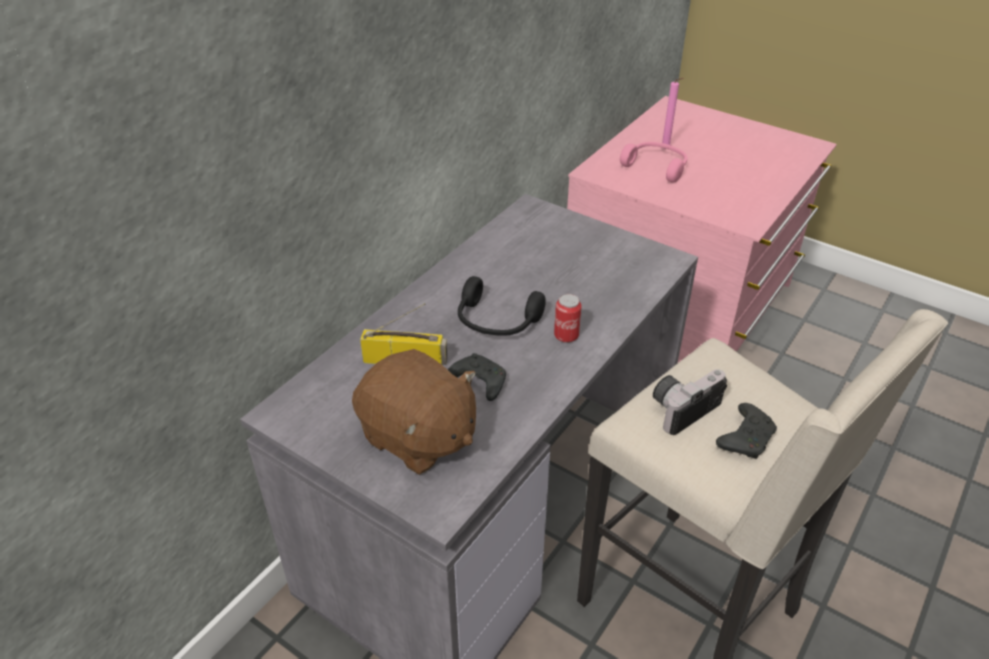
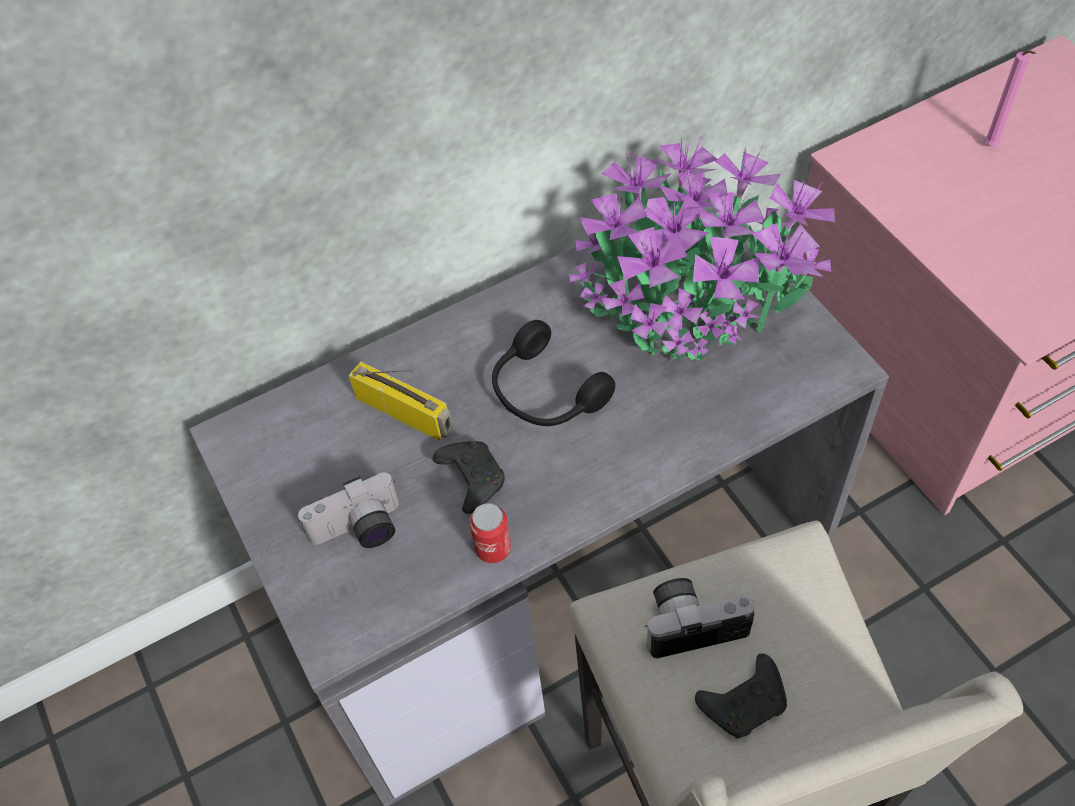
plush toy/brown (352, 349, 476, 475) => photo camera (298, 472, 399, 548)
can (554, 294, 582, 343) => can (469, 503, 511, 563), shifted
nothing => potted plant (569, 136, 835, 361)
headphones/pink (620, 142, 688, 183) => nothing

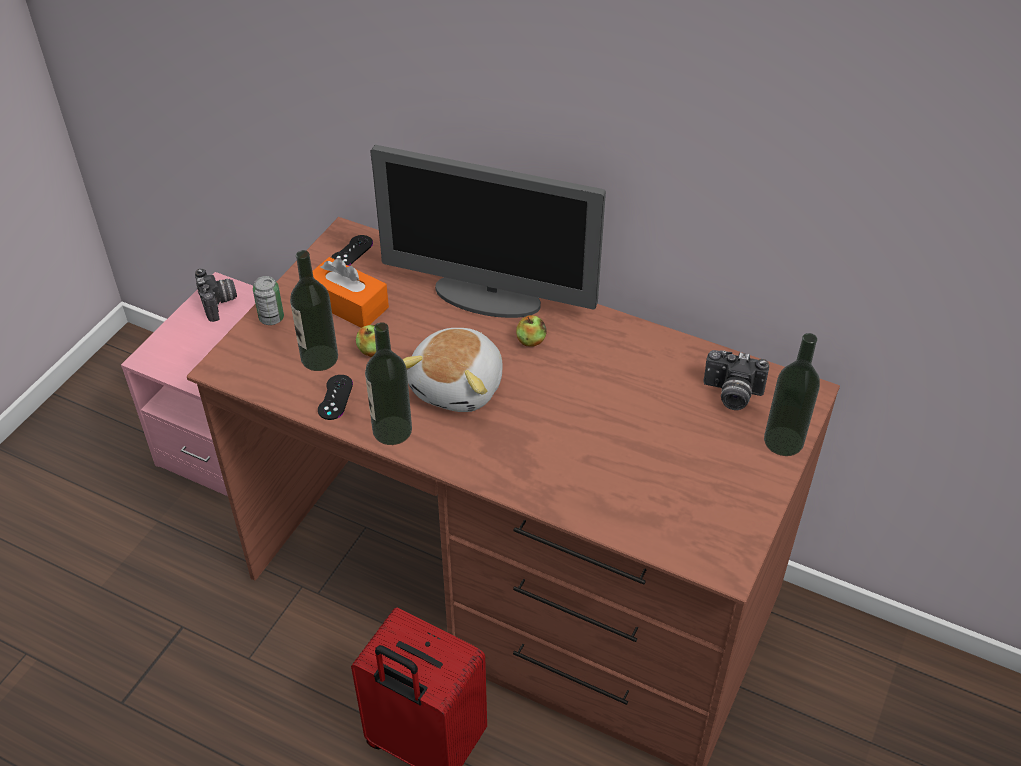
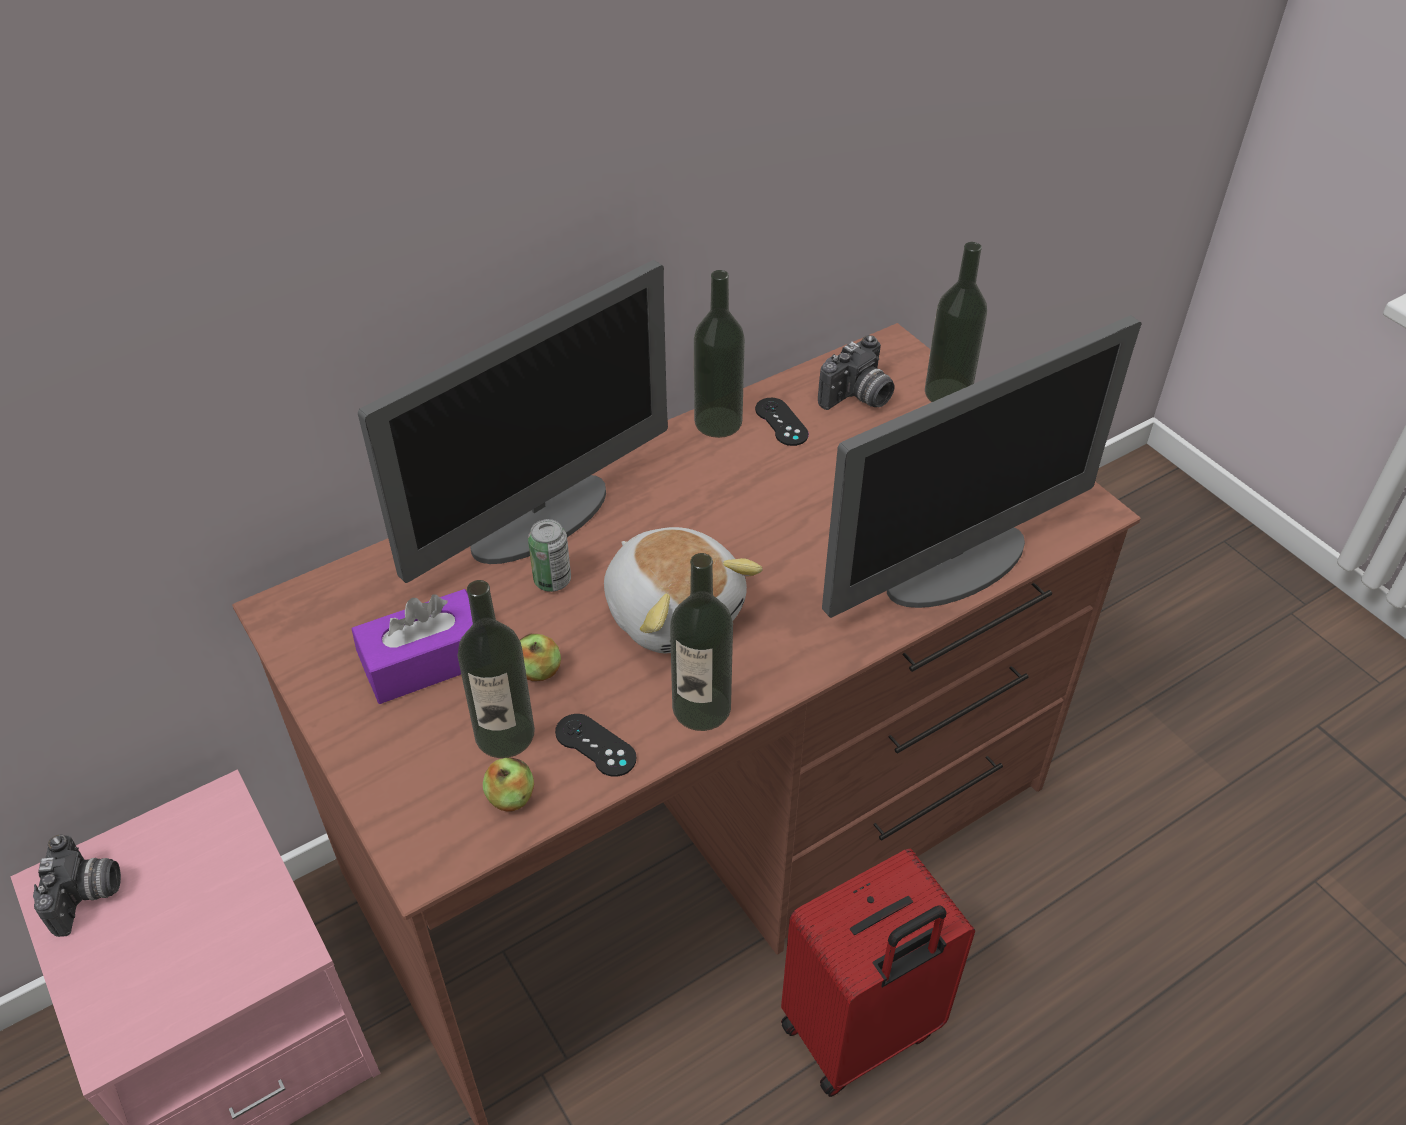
photo camera (195, 269, 237, 322) => photo camera (33, 835, 121, 937), 75 degrees clockwise
tissue box/orange (312, 257, 389, 328) => tissue box/purple (352, 589, 473, 704)
apple (516, 315, 546, 347) => apple (483, 758, 534, 812), shifted
can (253, 276, 284, 325) => can (528, 519, 571, 592), shifted
nothing => bottle (694, 270, 745, 438)
game controller/black (331, 235, 373, 266) => game controller/black (755, 398, 809, 446), shifted
nothing => monitor (822, 315, 1141, 618)

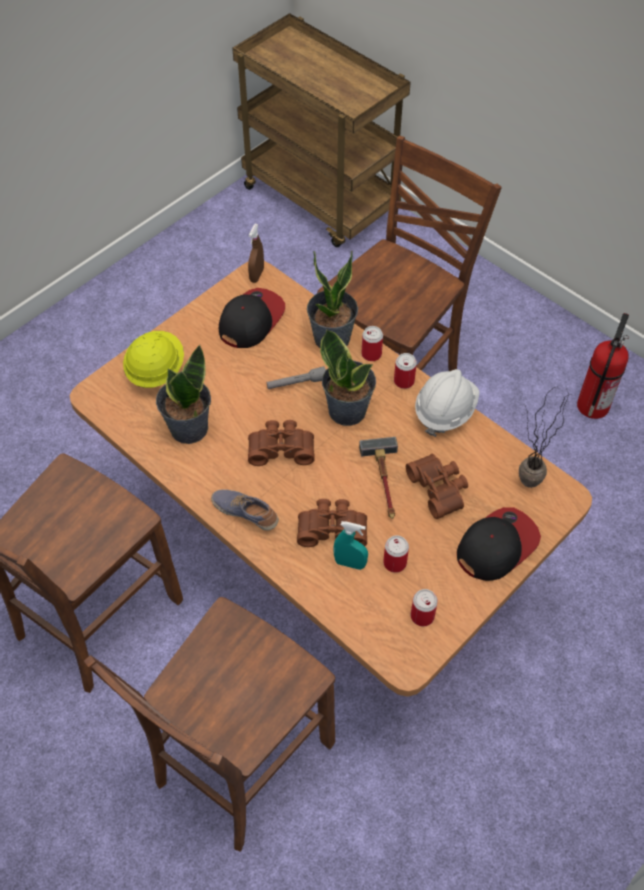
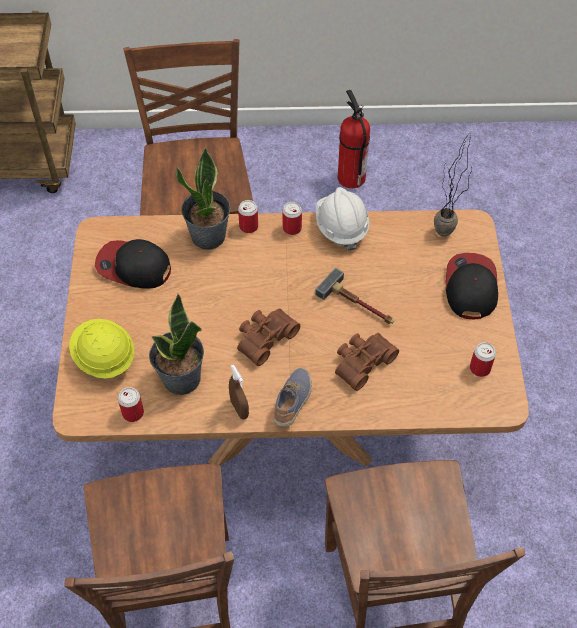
cap (219, 288, 285, 348) => cap (95, 239, 171, 288), 60 degrees counterclockwise
can (383, 535, 409, 573) => can (118, 387, 144, 422), shifted
spray bottle/brown (248, 224, 264, 283) => spray bottle/brown (229, 365, 249, 419), shifted
shoe (211, 489, 279, 531) => shoe (274, 368, 312, 427), 120 degrees clockwise
flashlight/grey (266, 366, 326, 389) => nothing
potted plant (320, 329, 376, 426) => nothing
spray bottle/turquoise (333, 521, 368, 570) => nothing
binoculars/brown (406, 454, 468, 519) => nothing

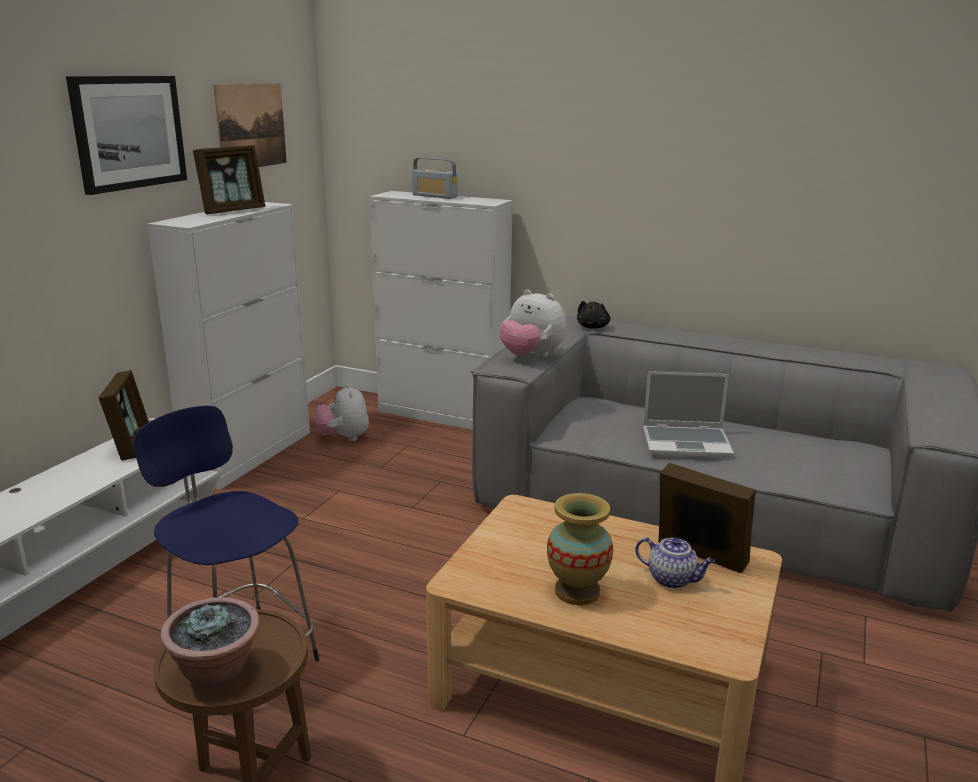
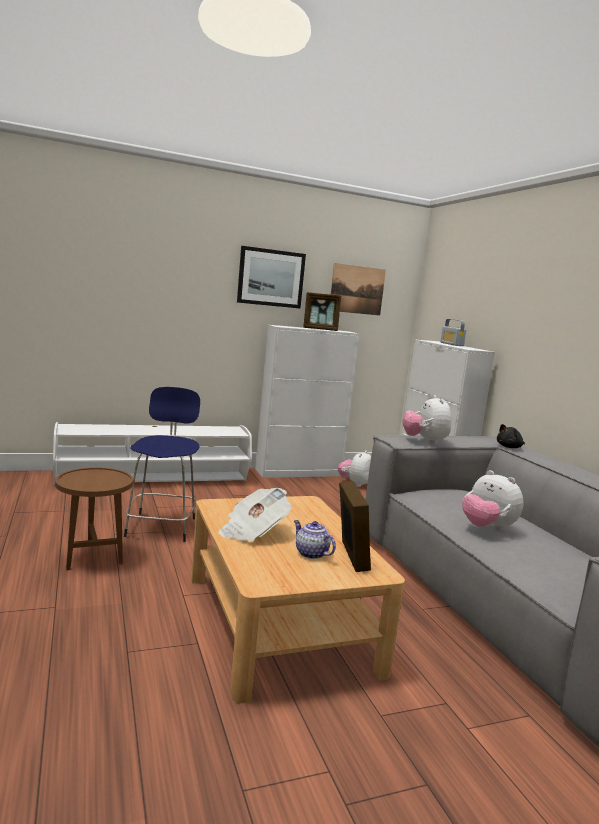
vase (547, 493, 613, 605) => newspaper (218, 488, 291, 542)
teapot (635, 537, 715, 589) => teapot (294, 520, 336, 559), 150 degrees clockwise
laptop (643, 371, 734, 458) => plush toy (462, 470, 524, 531)
picture frame (98, 370, 149, 461) => nothing
potted plant (160, 597, 260, 689) => nothing

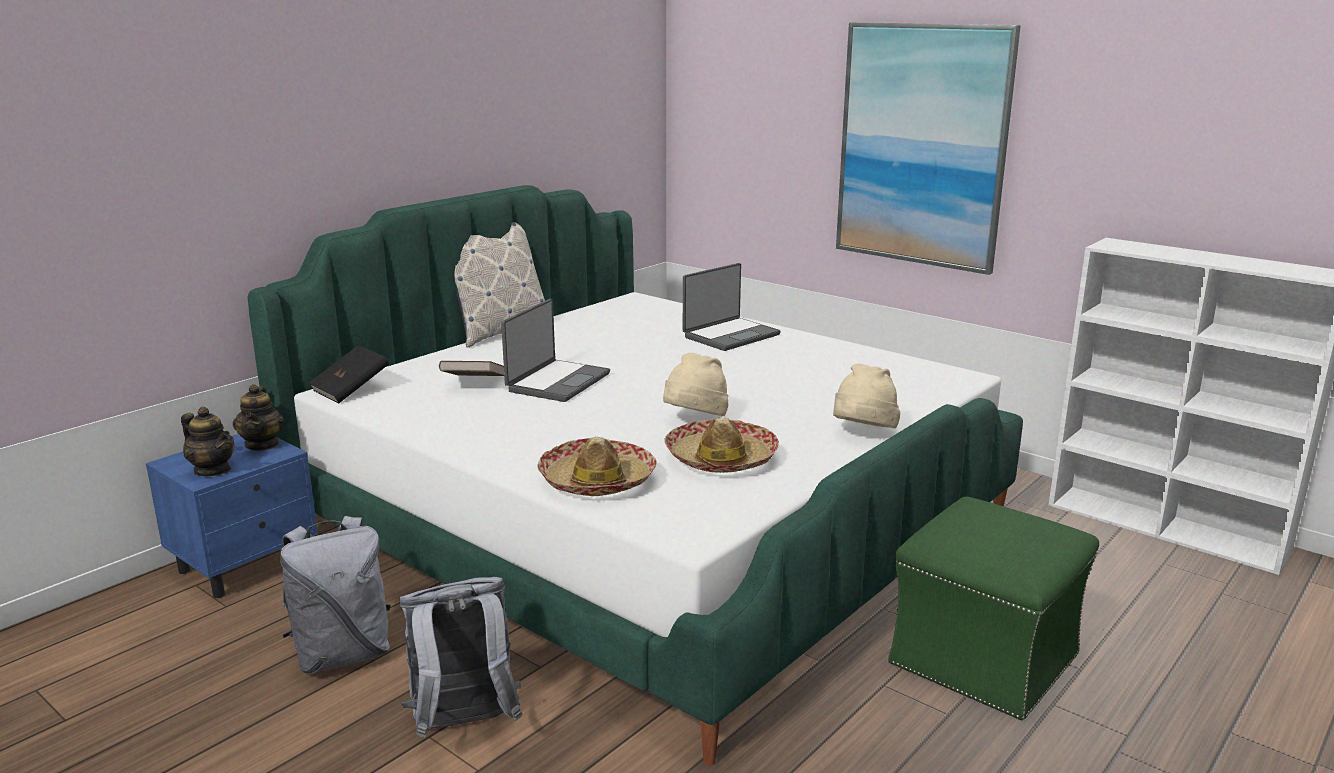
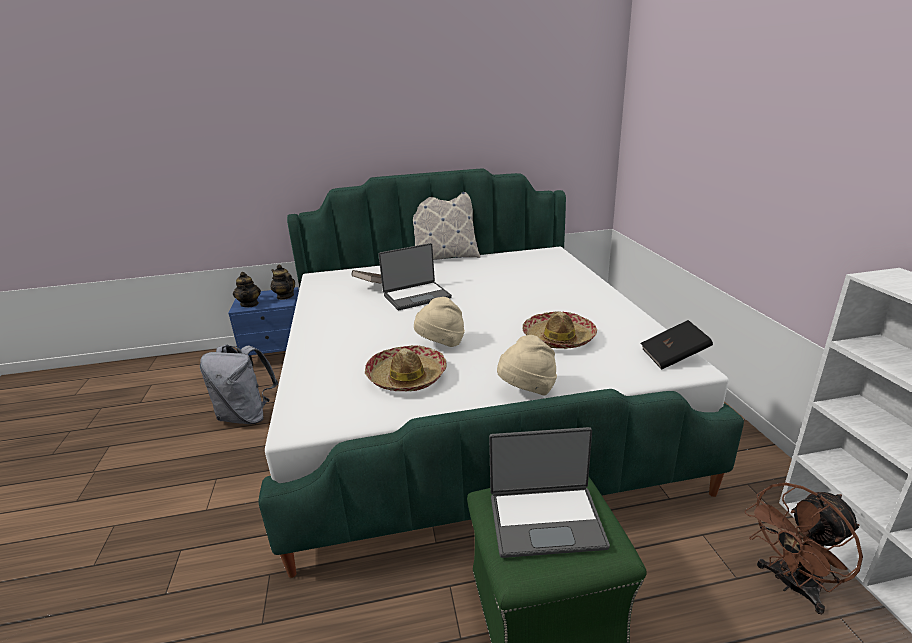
teapot (233, 384, 284, 451) => teapot (270, 265, 295, 300), 105 degrees clockwise
laptop (683, 263, 781, 351) => laptop (489, 427, 610, 558), shifted
hat (537, 437, 657, 496) => hat (522, 311, 597, 349), shifted
book/black (309, 345, 389, 404) => book/black (640, 320, 713, 370), shifted
nothing => fan/brown (745, 483, 863, 614)
backpack/grey (399, 577, 523, 738) => nothing
picture (836, 22, 1021, 275) => nothing

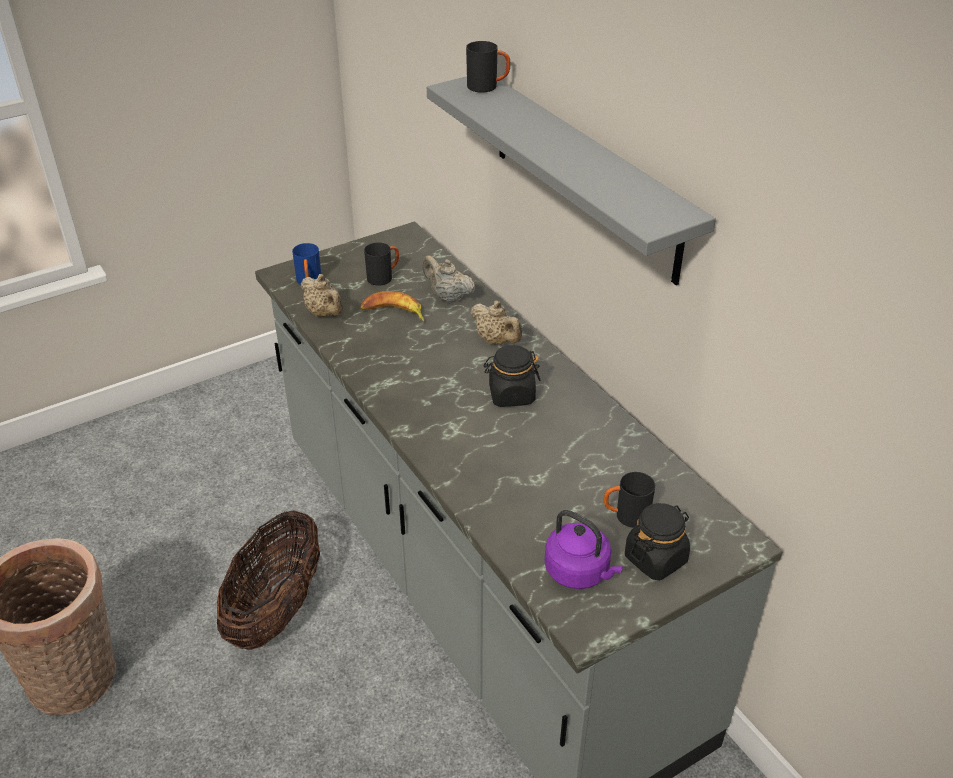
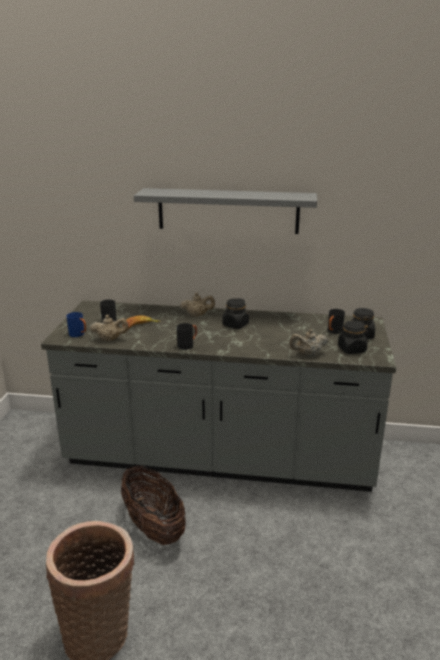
mug/black (466, 41, 510, 93) => mug/black (177, 323, 197, 350), shifted
teapot/beige (422, 255, 475, 303) => teapot/beige (290, 329, 328, 357), shifted
kettle/purple (544, 510, 623, 589) => jar/black (338, 321, 368, 354)

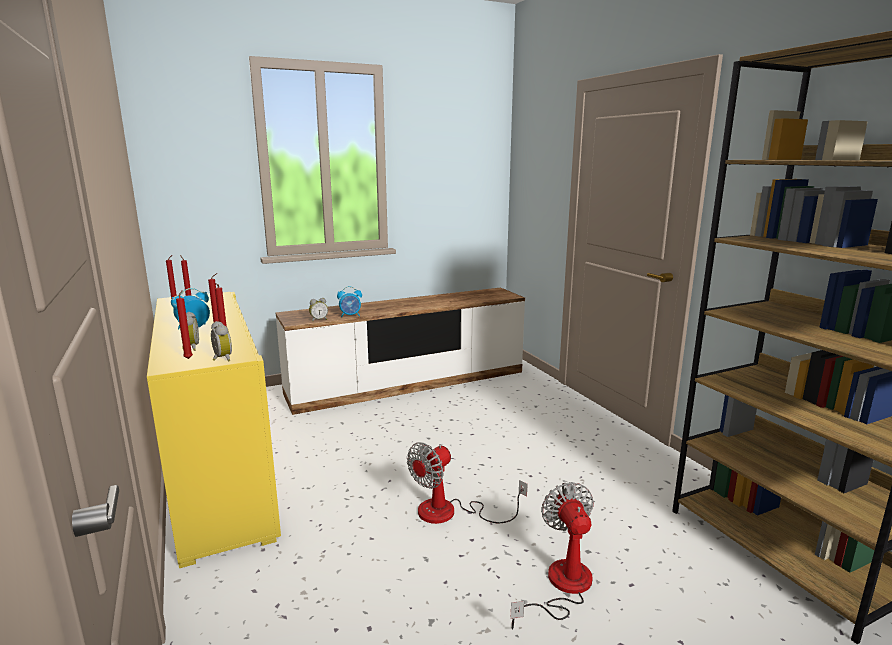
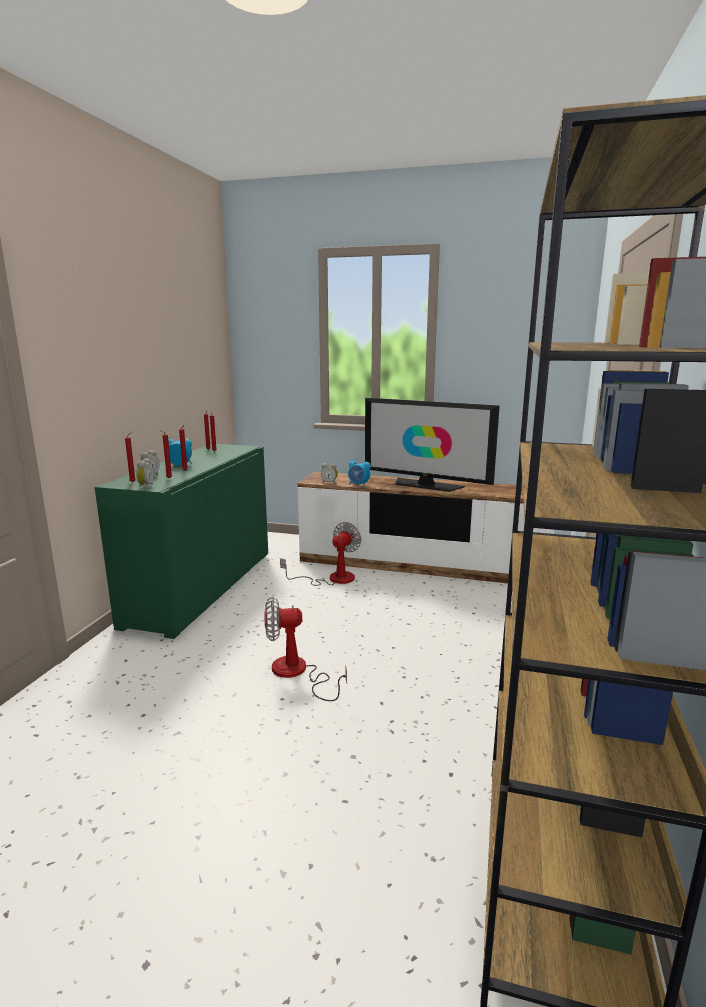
cabinet/yellow (147, 292, 281, 568) => cabinet/green (95, 444, 268, 639)
fan (510, 482, 594, 629) => fan (280, 522, 361, 586), shifted
nothing => television (365, 398, 500, 492)

